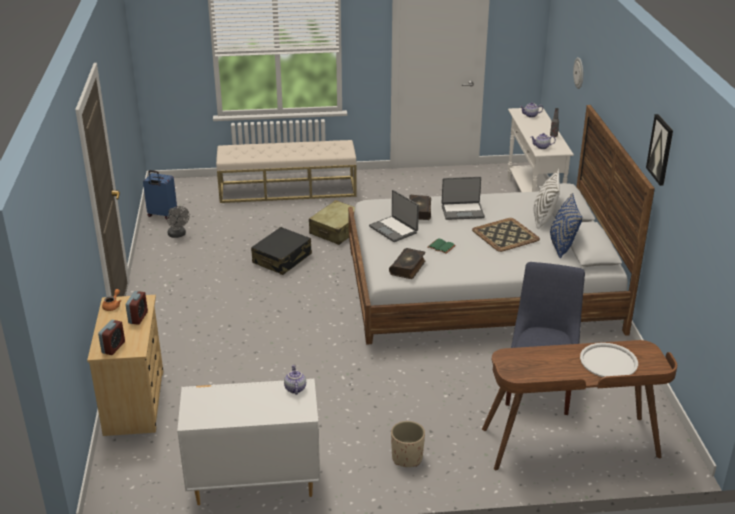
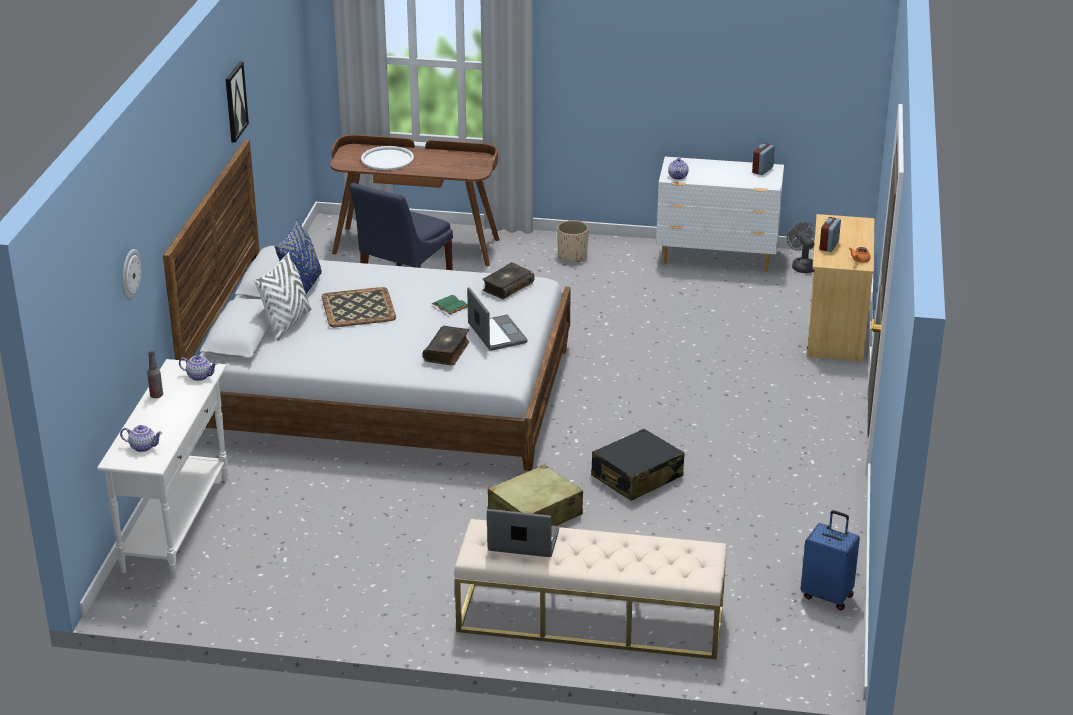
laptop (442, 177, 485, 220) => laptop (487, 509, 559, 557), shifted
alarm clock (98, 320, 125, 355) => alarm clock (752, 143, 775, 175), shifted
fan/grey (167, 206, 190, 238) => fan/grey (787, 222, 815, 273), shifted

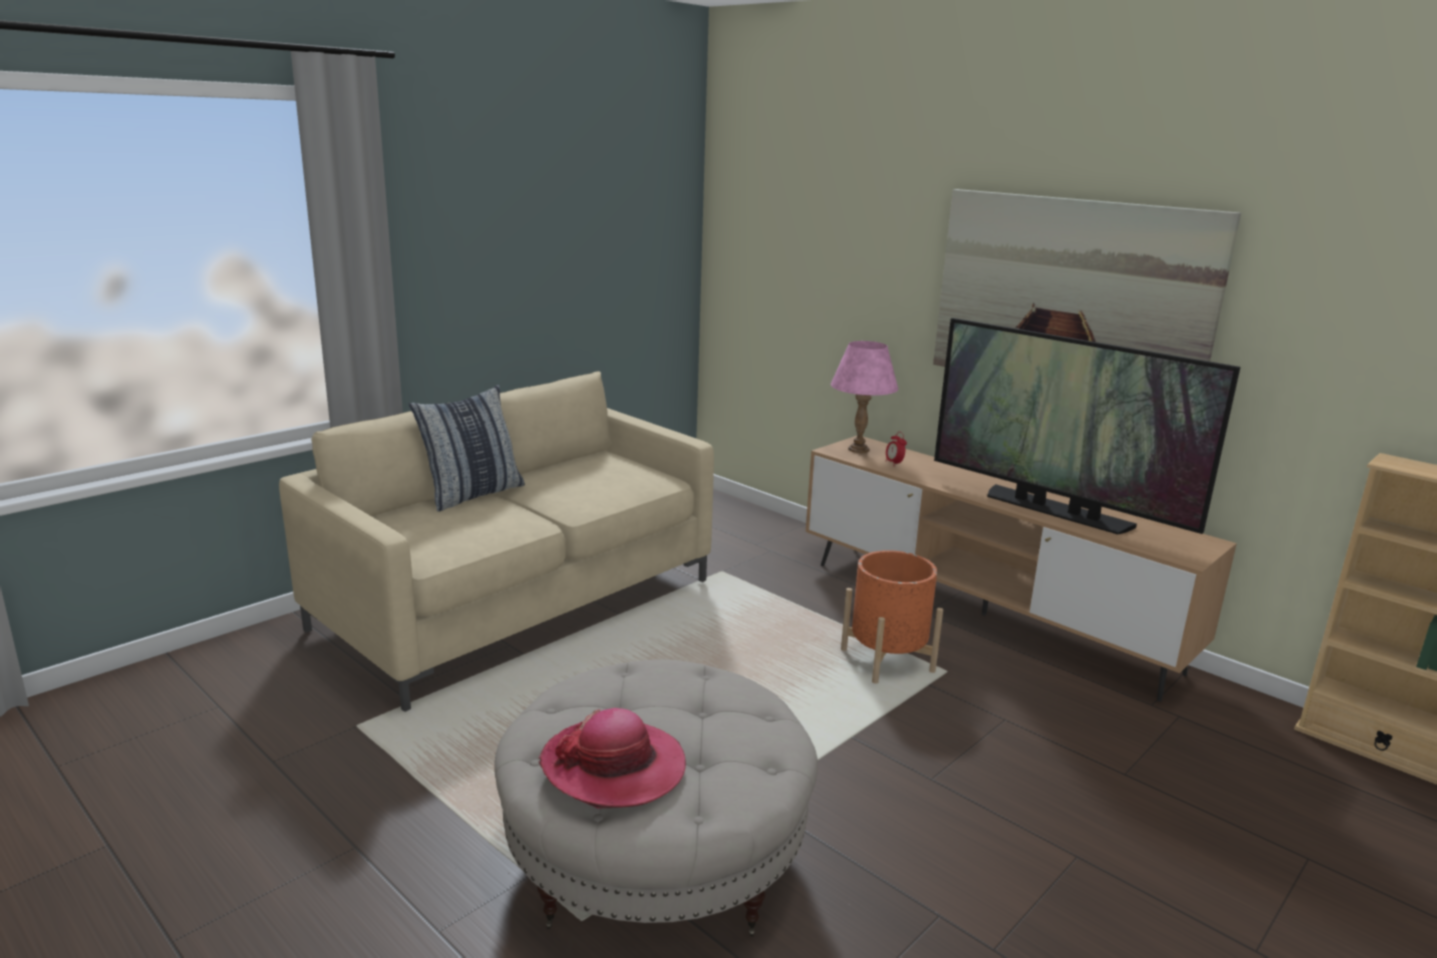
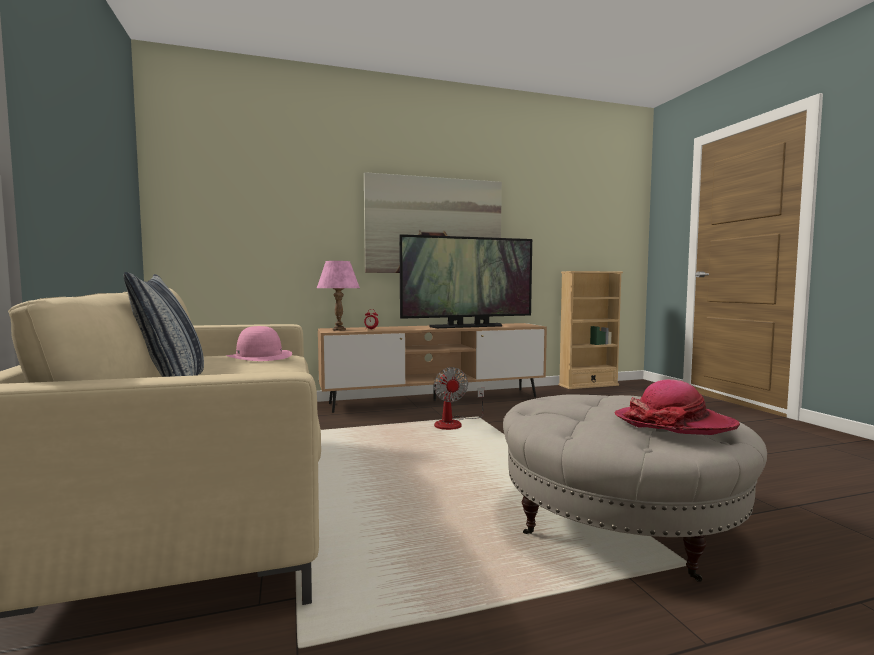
nothing => hat/pink (226, 326, 292, 361)
planter/orange (841, 550, 943, 684) => fan (434, 367, 484, 430)

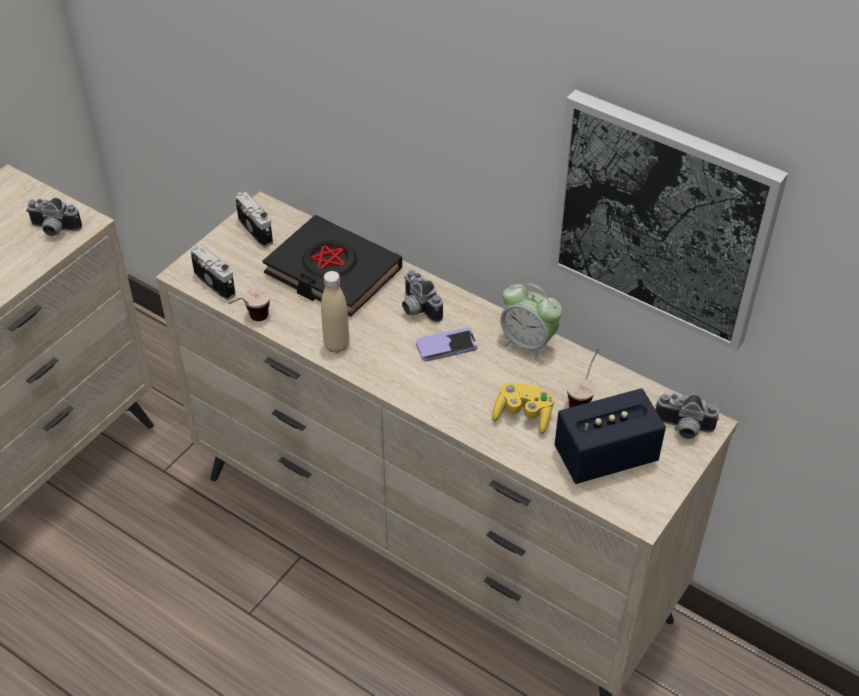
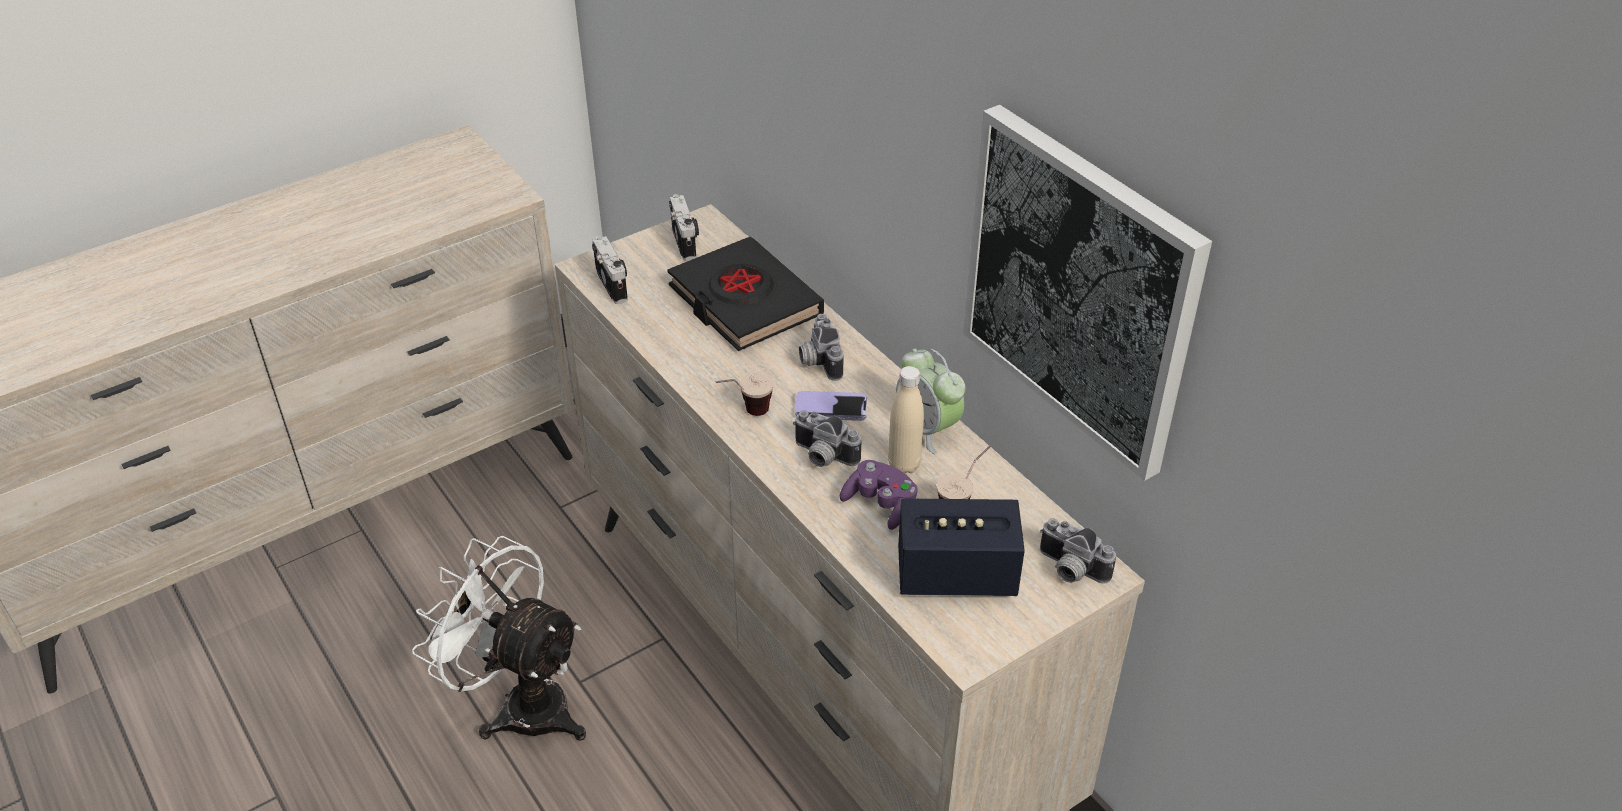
nothing => fan/white (412, 536, 586, 741)
cup (228, 287, 270, 321) => cup (716, 373, 774, 416), shifted
photo camera (26, 198, 82, 236) => photo camera (793, 410, 861, 467), shifted
game controller/yellow (492, 383, 554, 434) => game controller/purple (840, 460, 918, 530)
bottle/beige (321, 271, 350, 353) => bottle/beige (888, 366, 924, 473), shifted

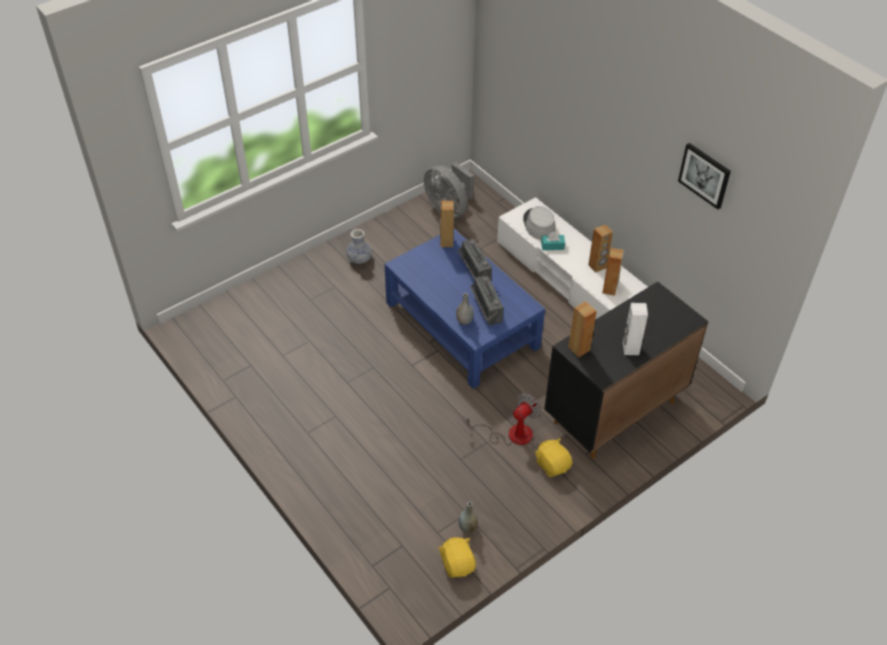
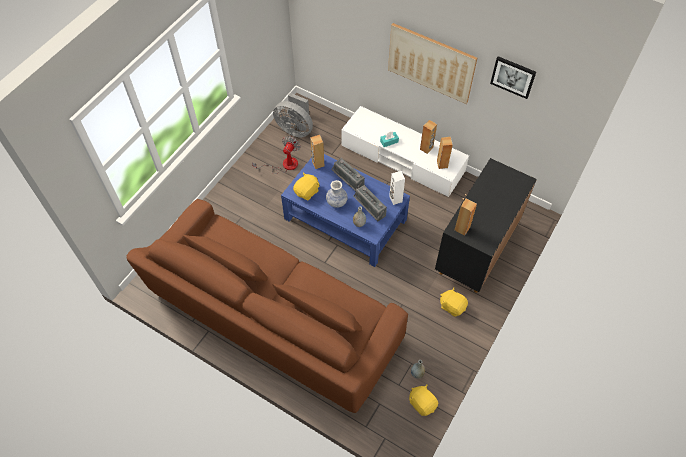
nothing => sofa/brown (127, 199, 408, 413)
fan (463, 393, 542, 446) => fan (252, 136, 301, 174), shifted
nothing => plush toy/yellow (293, 172, 319, 200)
vase (346, 229, 372, 264) => vase (326, 180, 348, 208), shifted
nothing => picture (388, 23, 477, 104)
speaker/white (623, 303, 648, 355) => speaker/white (389, 171, 405, 205), shifted
hat/grey (523, 206, 556, 240) => nothing

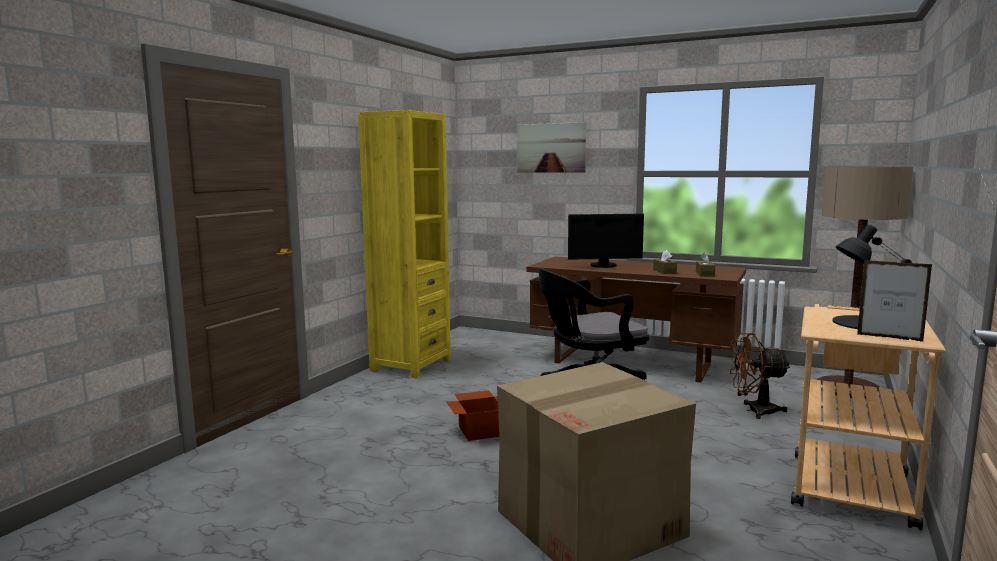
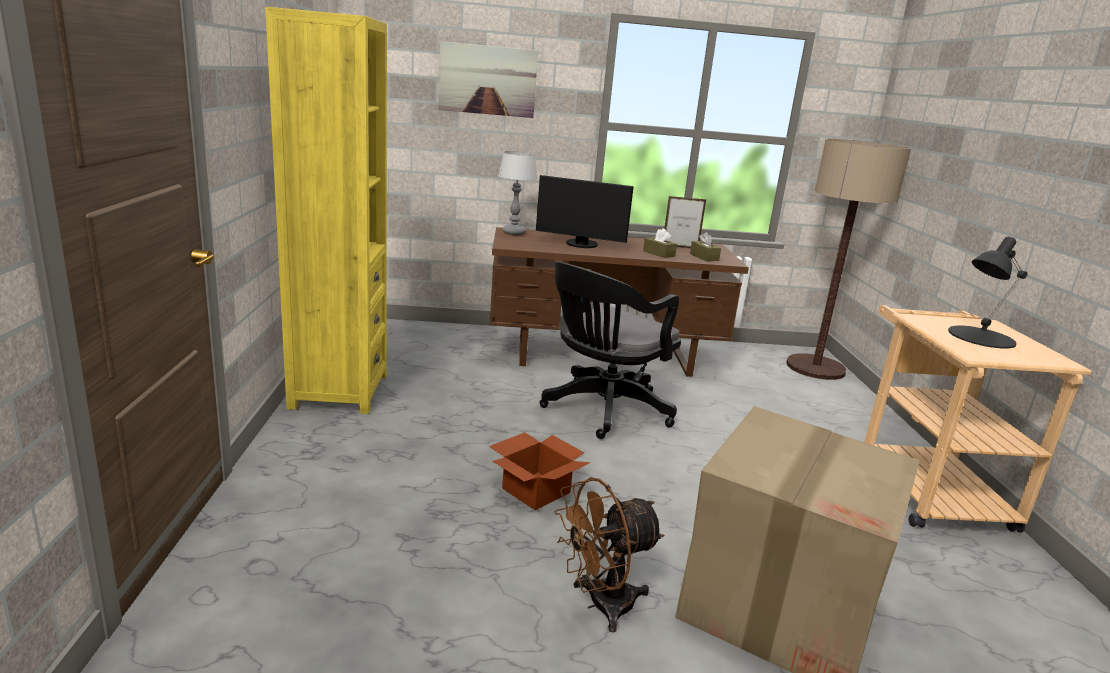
nothing => table lamp (498, 151, 537, 235)
monitor (568, 214, 644, 268) => monitor (536, 175, 634, 248), 45 degrees clockwise
fan/brown (729, 333, 790, 419) => fan/brown (555, 477, 664, 632), shifted
picture frame (857, 260, 932, 342) => picture frame (664, 196, 707, 248), shifted

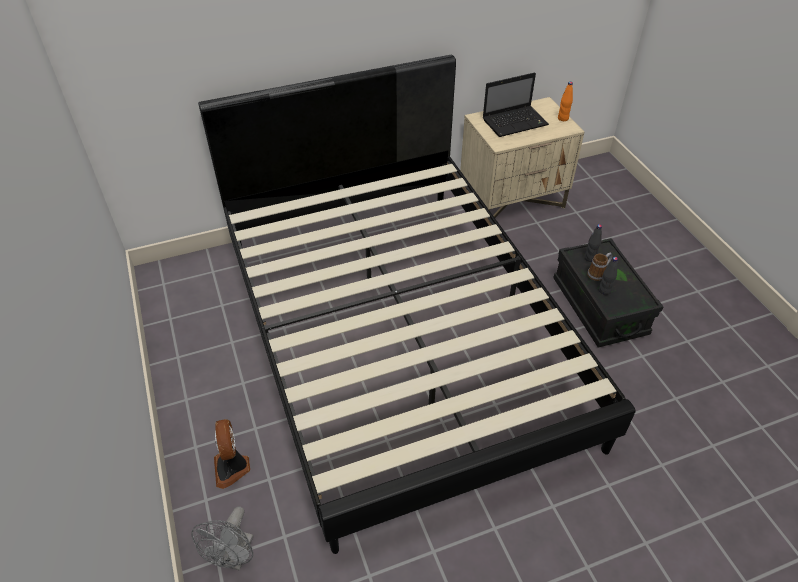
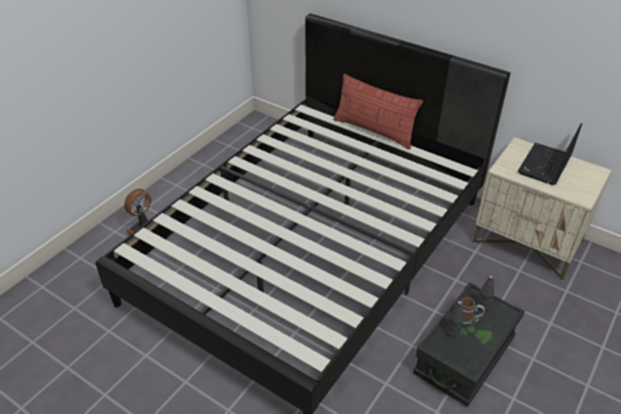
nothing => pillow (333, 74, 423, 149)
laptop (483, 73, 549, 137) => laptop (518, 123, 582, 185), 90 degrees clockwise
fan/grey (191, 507, 254, 571) => nothing
bottle/orange (558, 82, 573, 121) => nothing

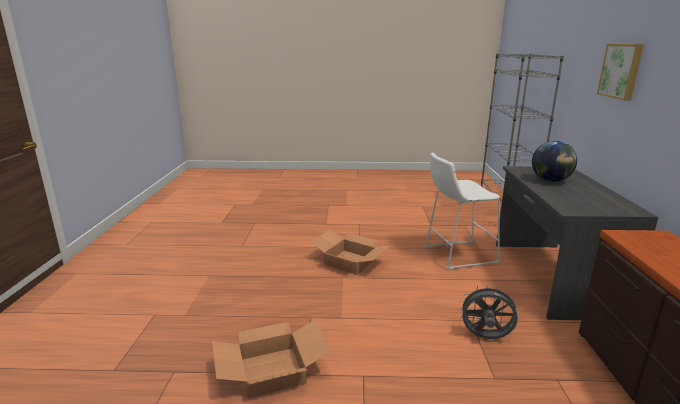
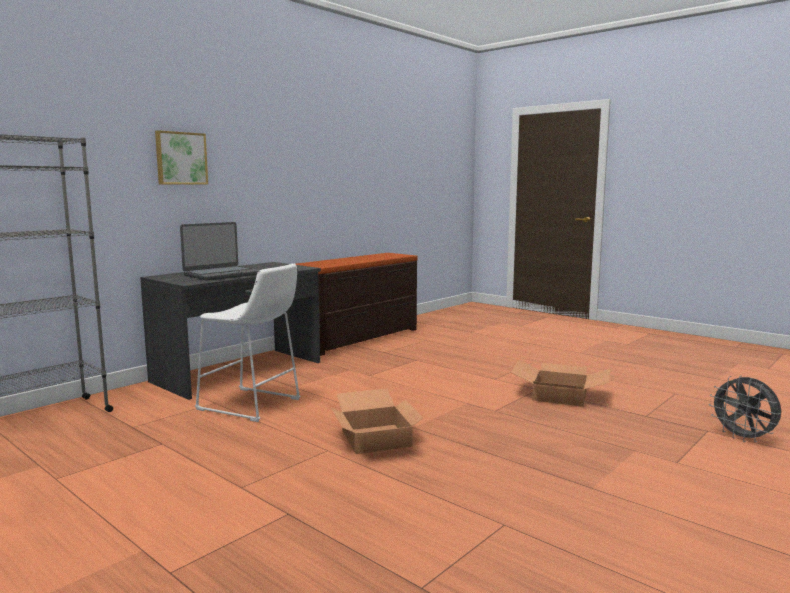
globe (532, 141, 577, 182) => laptop (180, 222, 260, 281)
fan/grey (459, 284, 520, 339) => fan/grey (709, 375, 781, 442), shifted

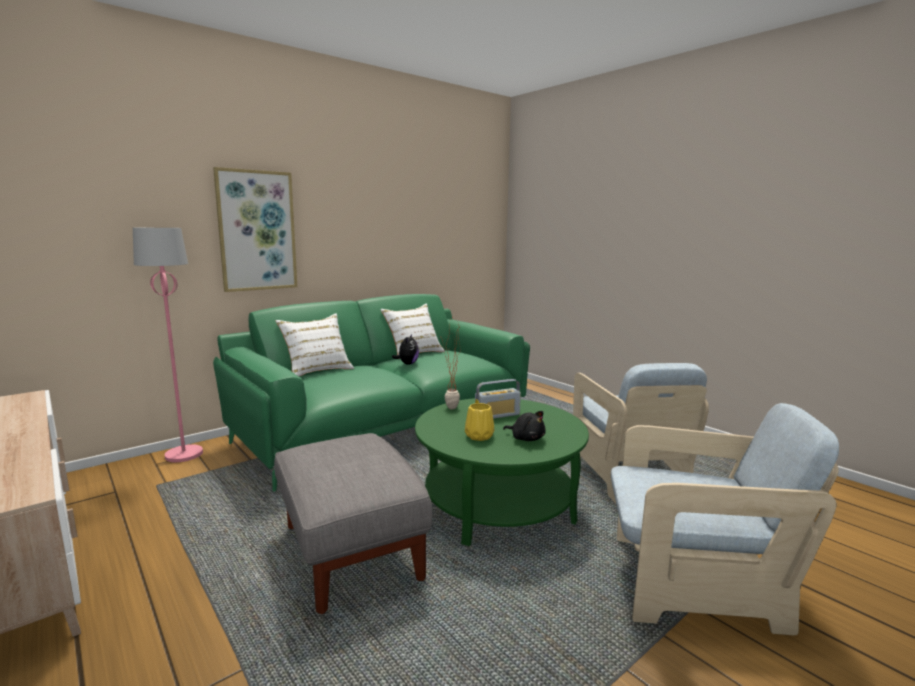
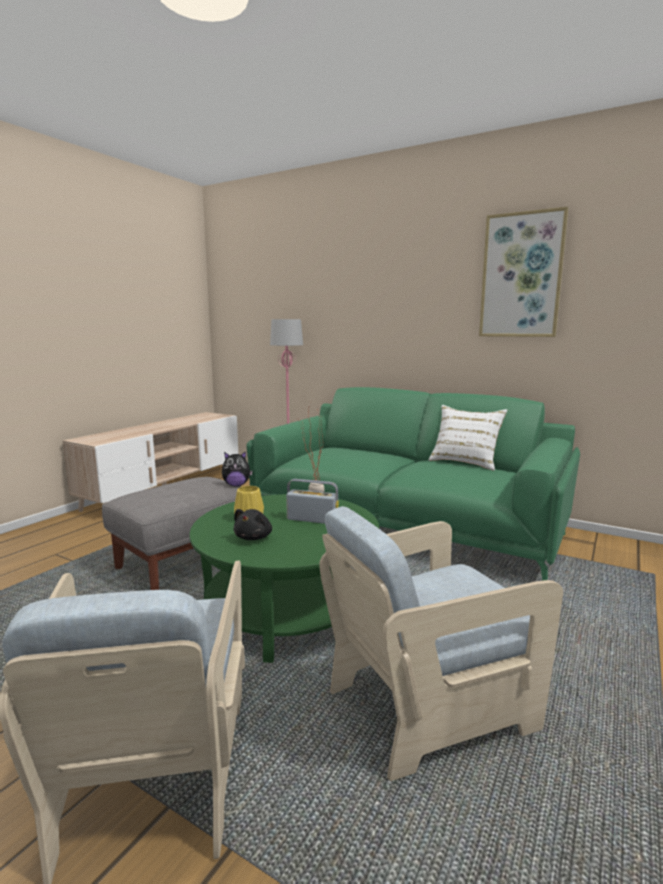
plush toy (392, 334, 419, 365) => plush toy (222, 451, 253, 486), shifted
radio (475, 379, 521, 419) => radio (286, 479, 339, 524), 150 degrees clockwise
picture (213, 167, 297, 292) => picture (479, 207, 568, 337), shifted
pillow/white (276, 313, 354, 376) => nothing

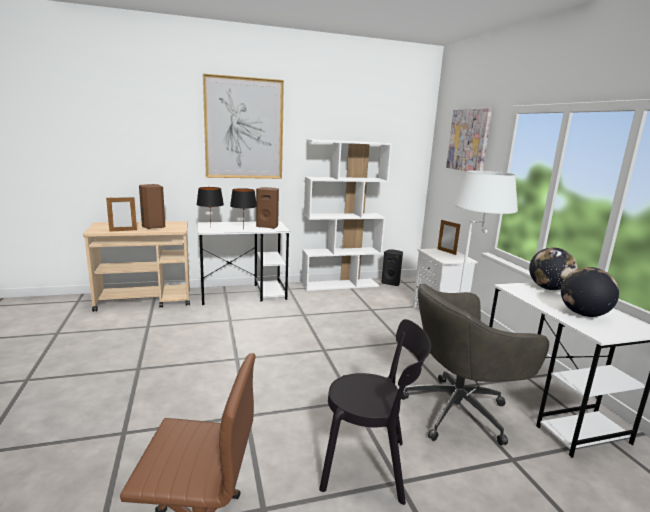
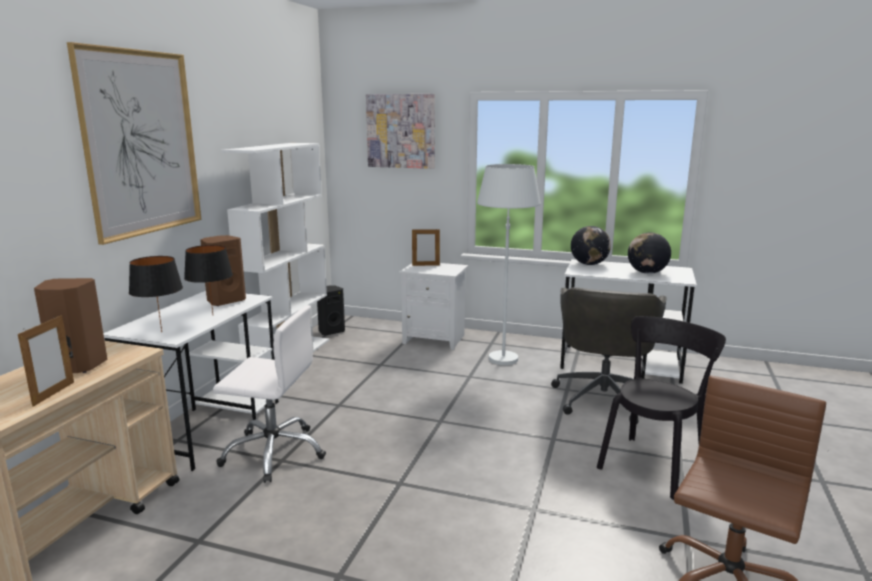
nothing => office chair/white (213, 305, 326, 483)

